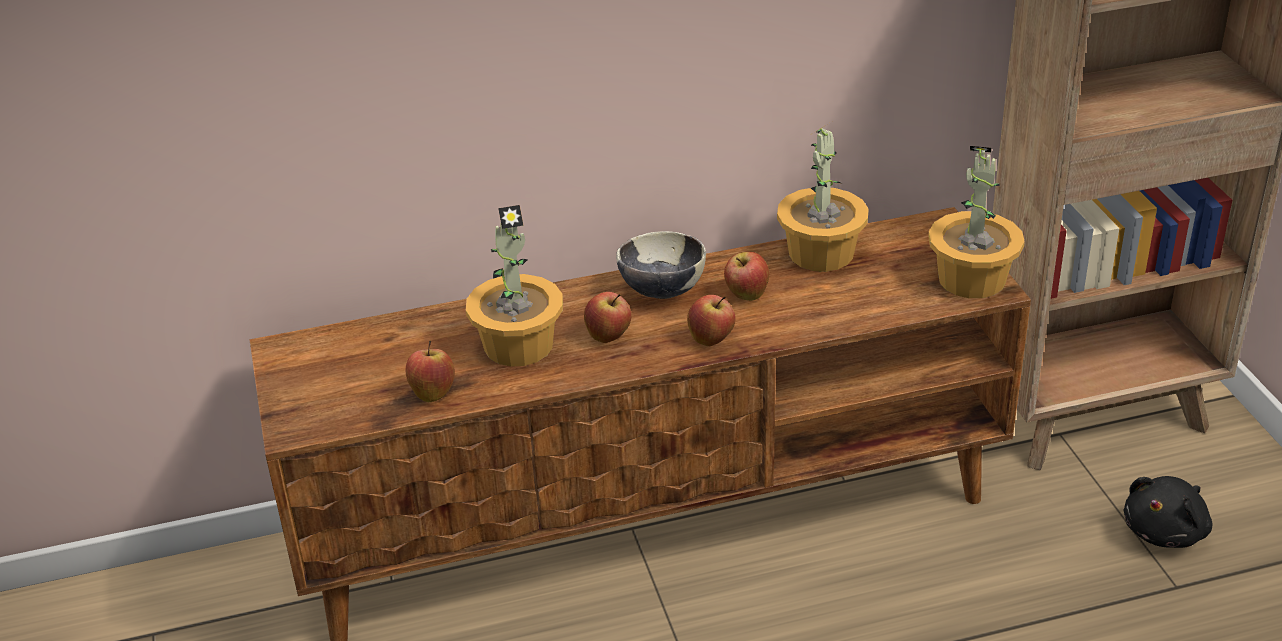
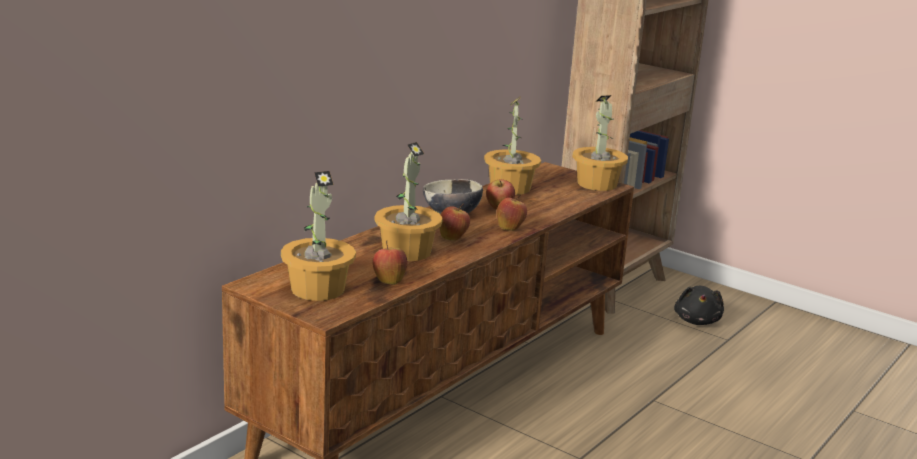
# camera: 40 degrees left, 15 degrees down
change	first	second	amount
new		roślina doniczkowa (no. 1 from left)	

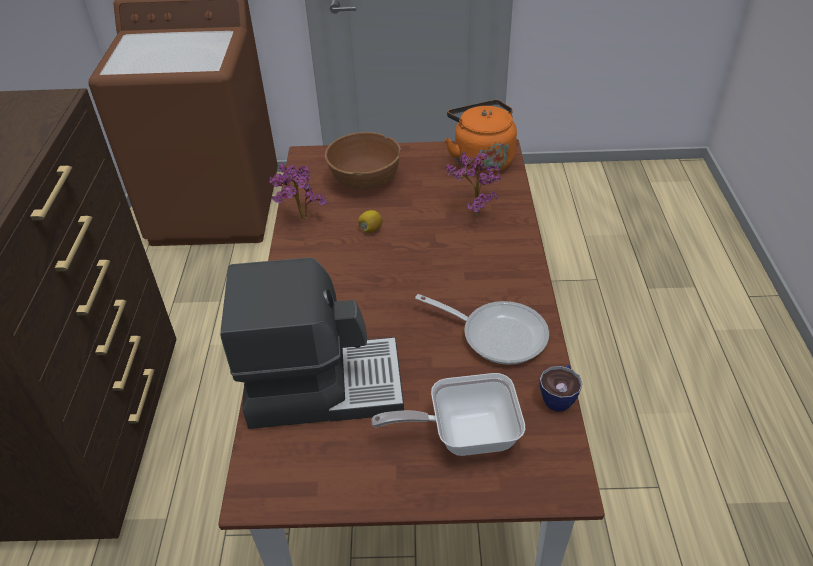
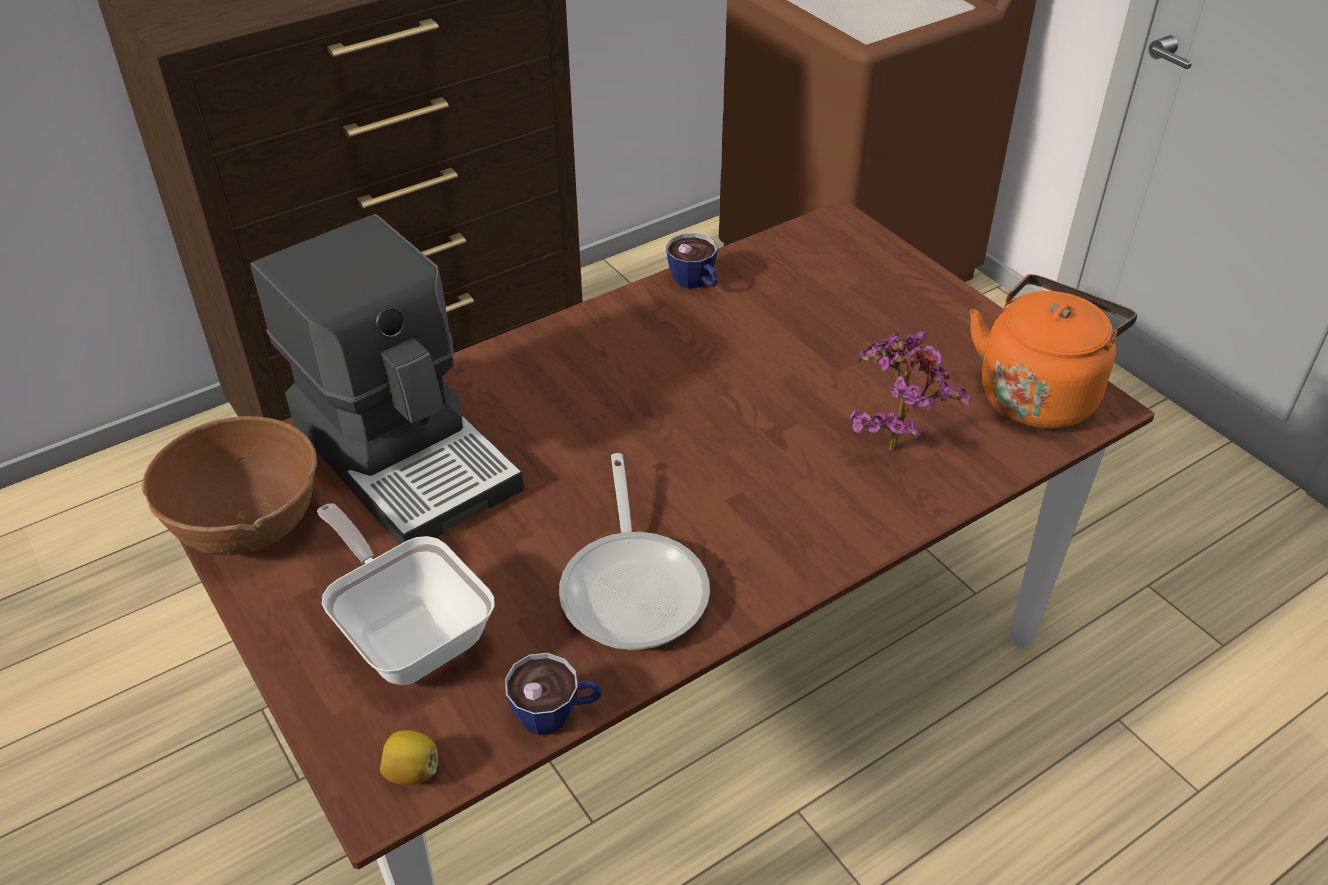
# camera: 55 degrees right, 0 degrees up
change	first	second	amount
swapped	roślina doniczkowa (no. 1 from left)	filiżanka (no. 2 from left)	
shifted	miska [brązowy]		
shifted	cytryna		

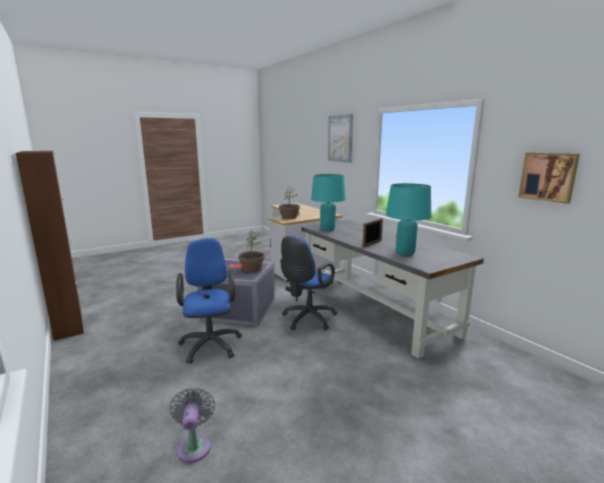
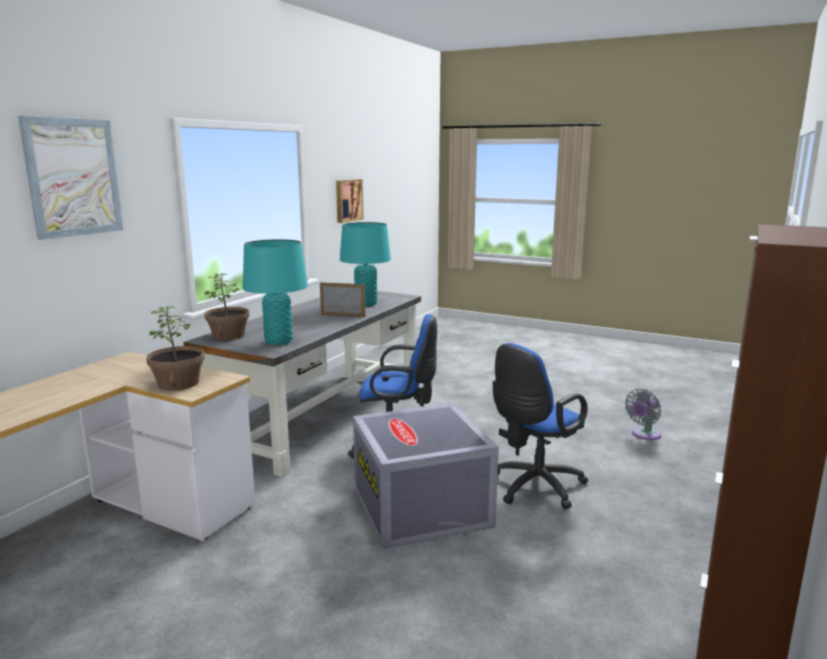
# camera: 120 degrees left, 0 degrees up
change	first	second	amount
shifted	roślina doniczkowa (no. 1 from left in the first image)	roślina doniczkowa (no. 2 from left)	

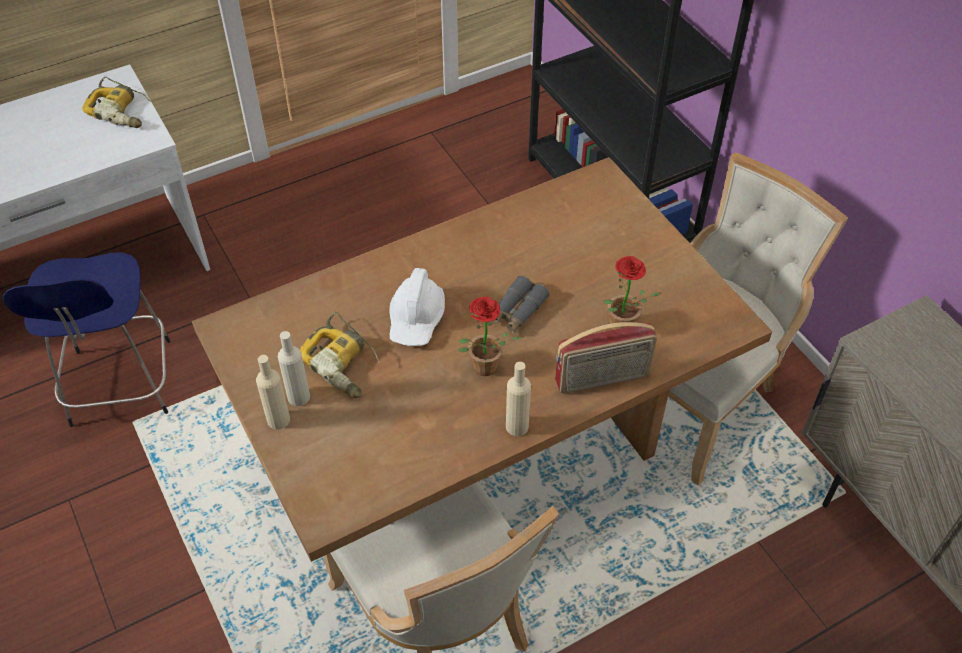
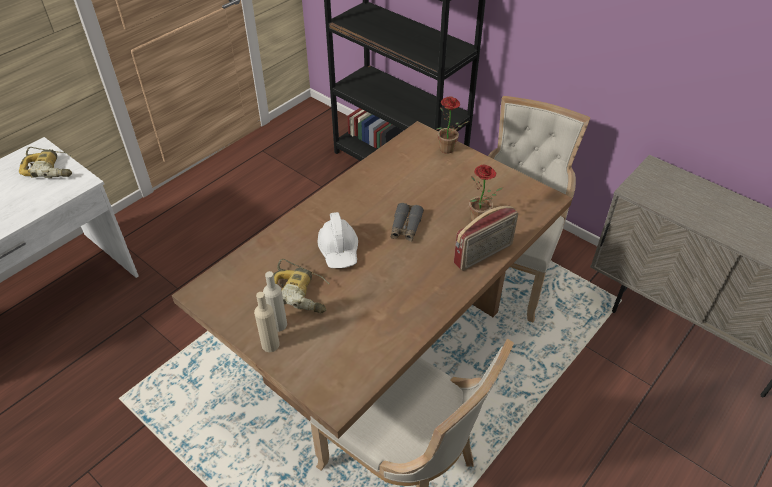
# camera: 20 degrees left, 5 degrees down
change	first	second	amount
gone	stołek [niebieski]		
shifted	roślina doniczkowa (no. 1 from left)		
gone	butelka [beżowy] (no. 3 from left)		

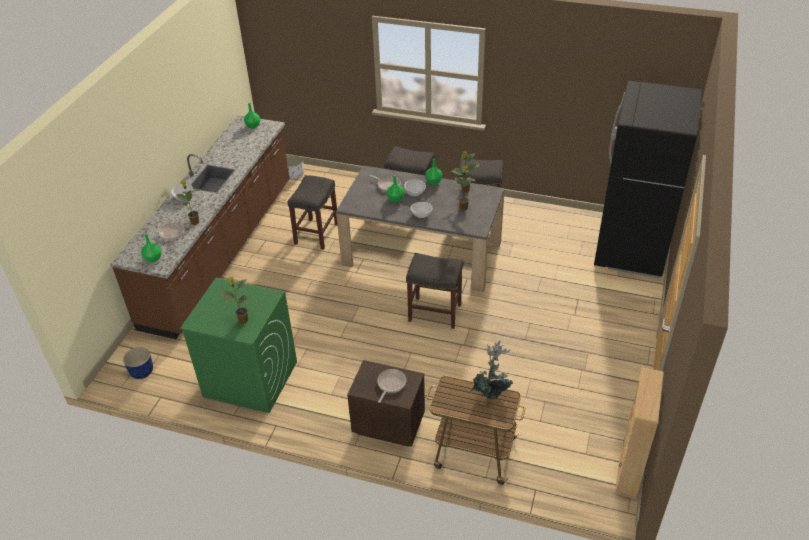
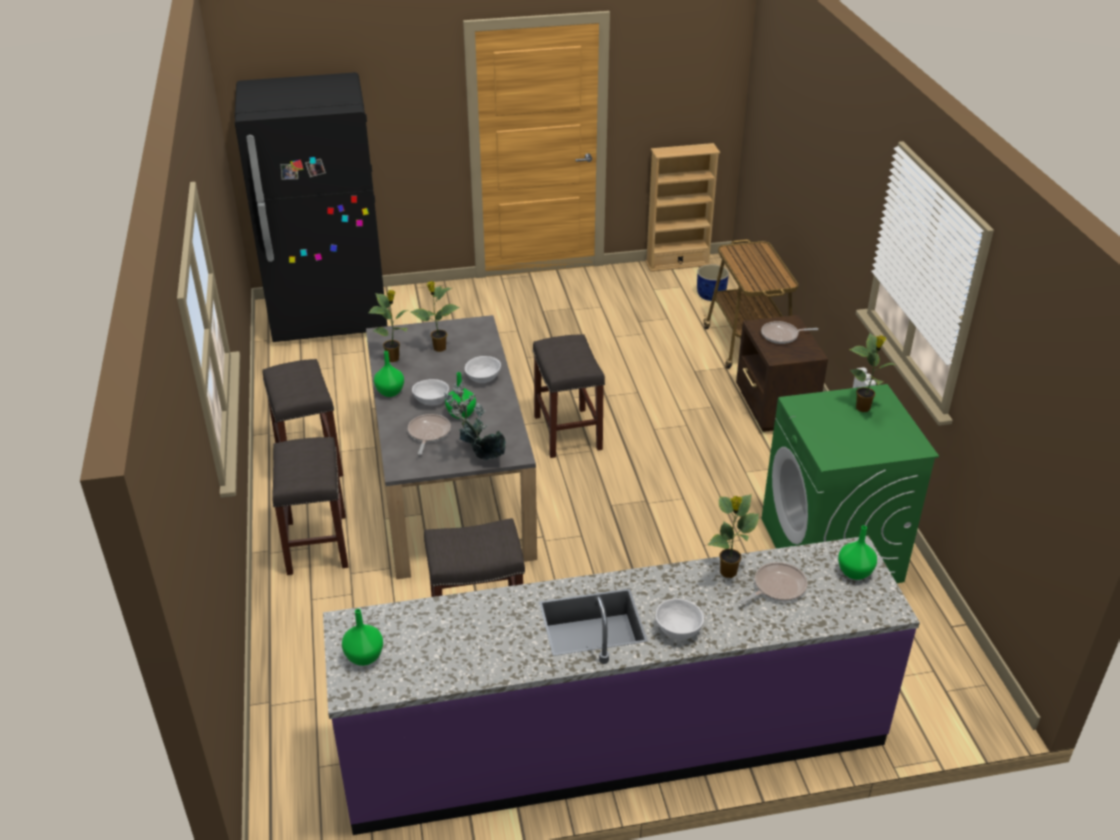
# camera: 120 degrees left, 5 degrees down
change	first	second	amount
repainted	zabudowa kuchenna [brązowy]	zabudowa kuchenna [fioletowy]	
shifted	donica [niebieski]		
gone	donica [biały]		
shifted	roślina doniczkowa (no. 5 from left in the first image)	roślina doniczkowa (no. 3 from left)	

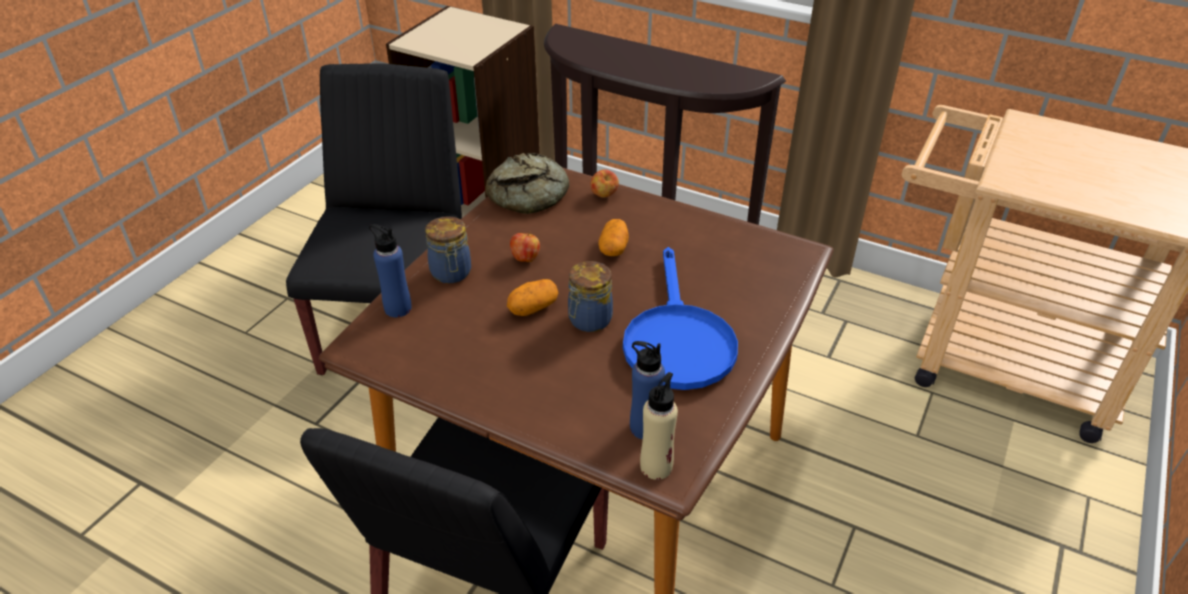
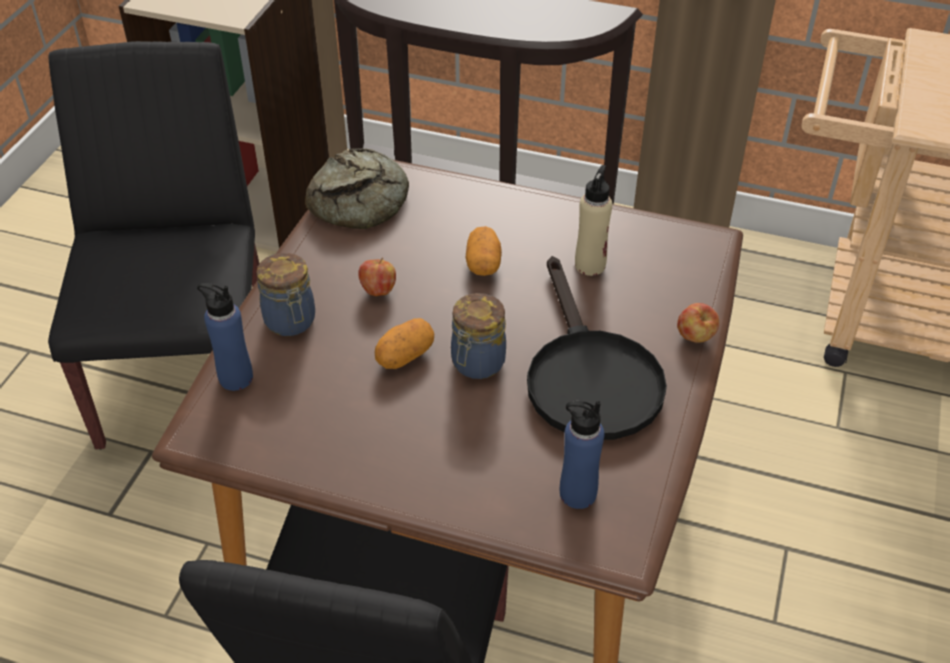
# camera: 10 degrees left, 5 degrees up
change	first	second	amount
shifted	jabłko (no. 2 from left)		
repainted	patelnia [niebieski]	patelnia [czarny]	
shifted	butelka [beżowy]		

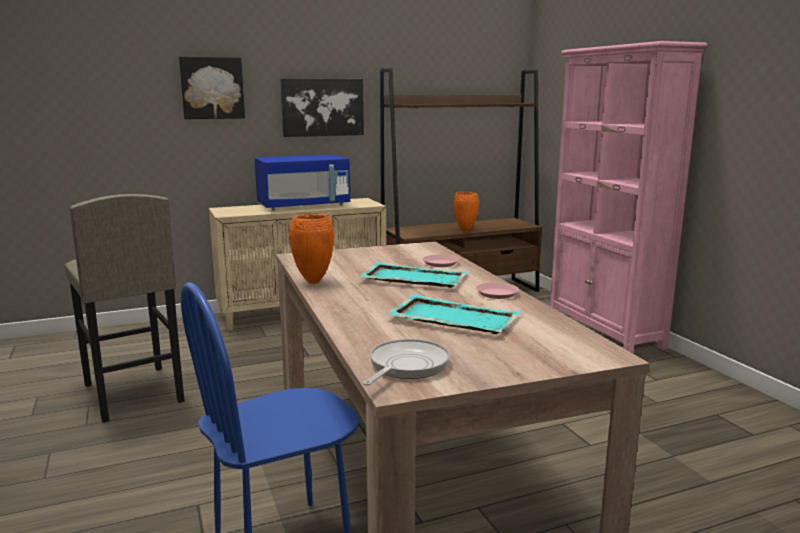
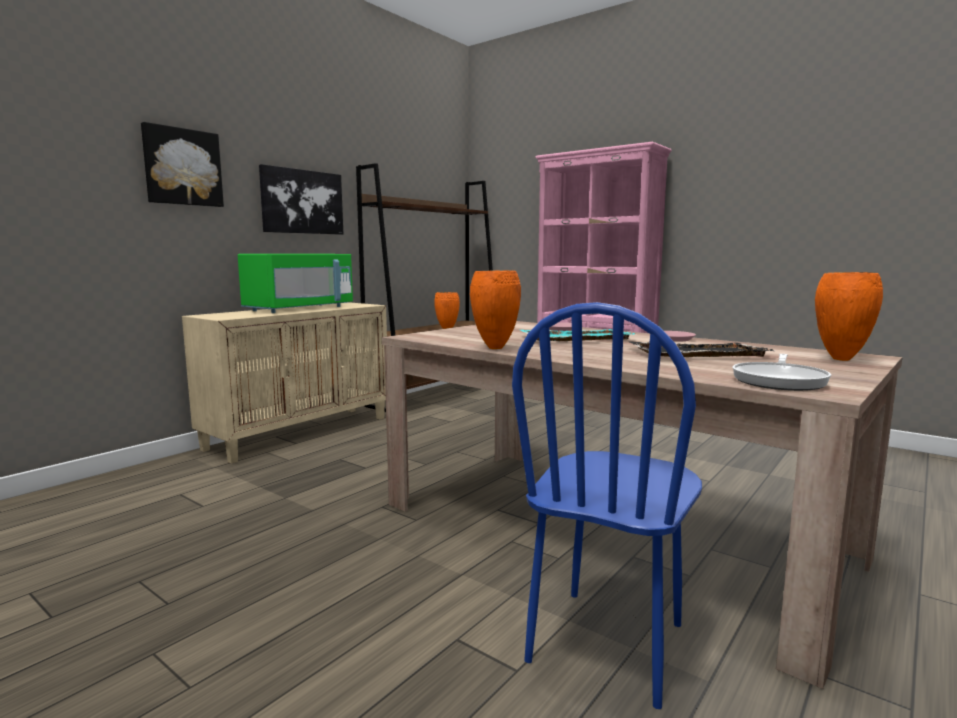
# camera: 30 degrees left, 5 degrees down
change	first	second	amount
gone	stołek [szary]		
repainted	mikrofalówka [niebieski]	mikrofalówka [zielony]	
rotated	patelnia		150 degrees counterclockwise
repainted	taca [turkusowy] (no. 2 from left)	taca [czarny]	
new		wazon [pomarańczowy] (no. 3 from left)	

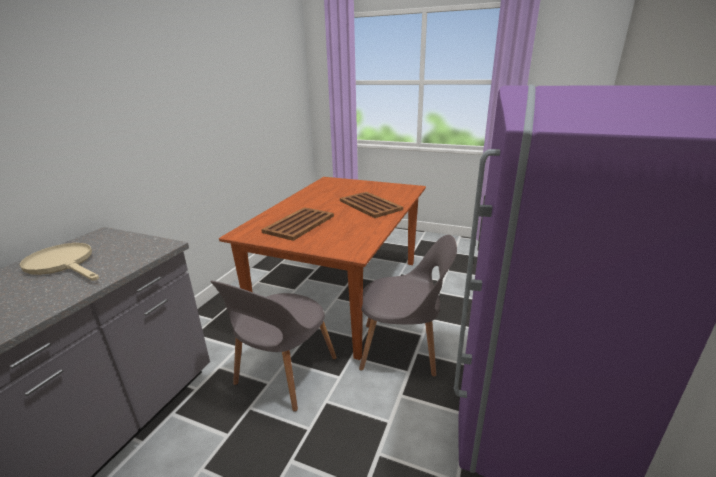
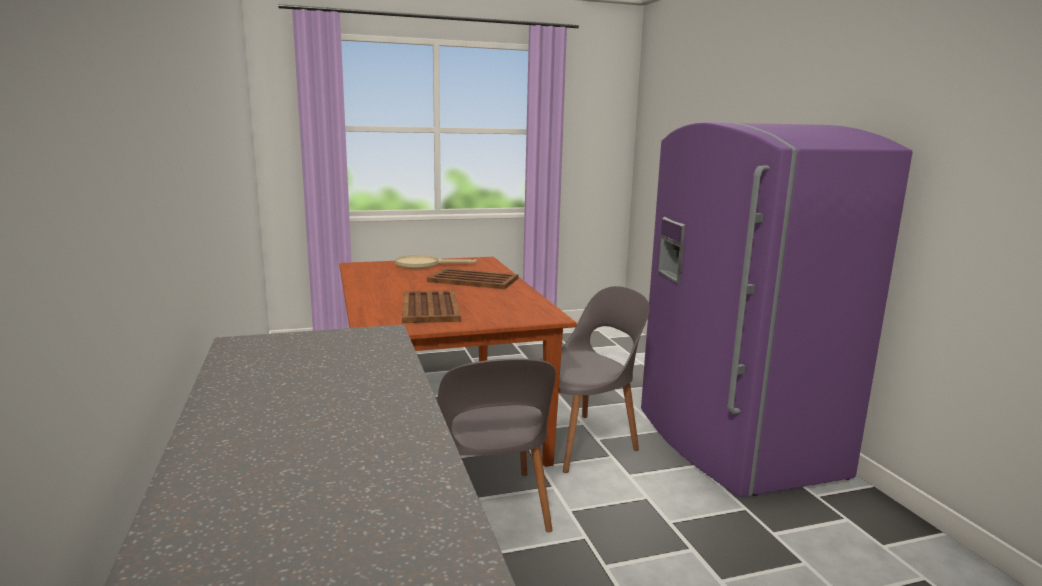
# camera: 40 degrees left, 10 degrees down
change	first	second	amount
shifted	patelnia [beżowy]		

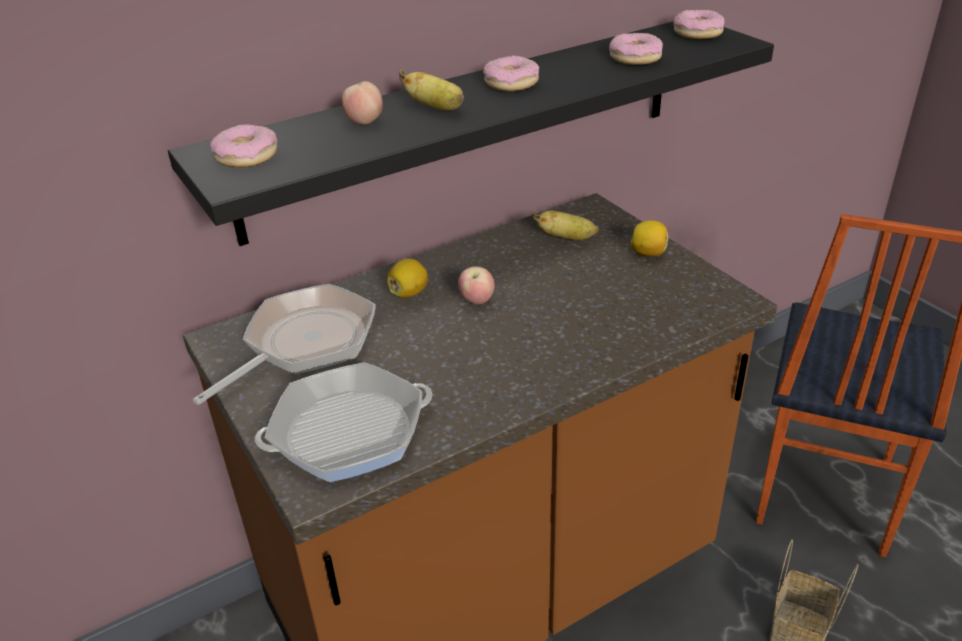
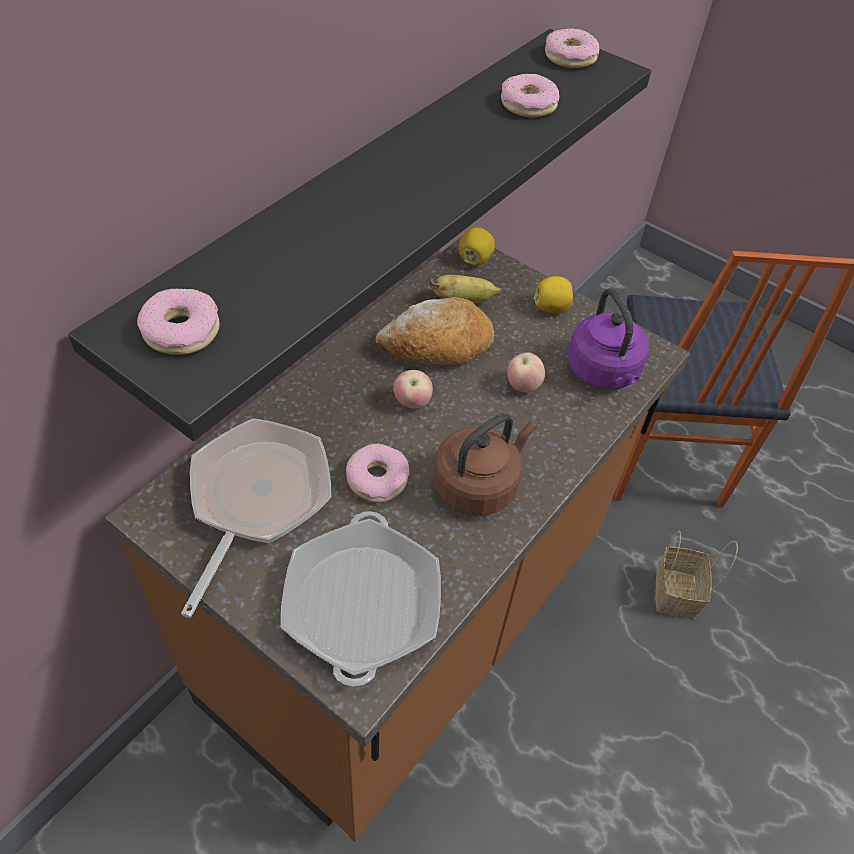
# camera: 25 degrees left, 15 degrees up
change	first	second	amount
rotated	patelnia (no. 2 from left)		135 degrees clockwise
shifted	jabłko (no. 1 from left in the first image)	jabłko (no. 2 from left)	
shifted	cytryna (no. 1 from left)		
gone	banan (no. 1 from left)		
shifted	donut (no. 2 from left)		
new		chleb	
new		czajnik [brązowy]	
new		czajnik [fioletowy]	

